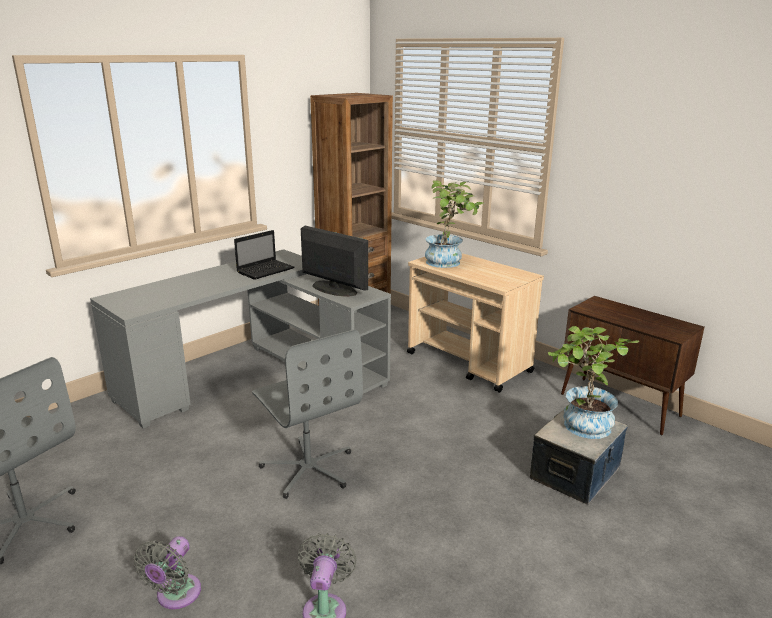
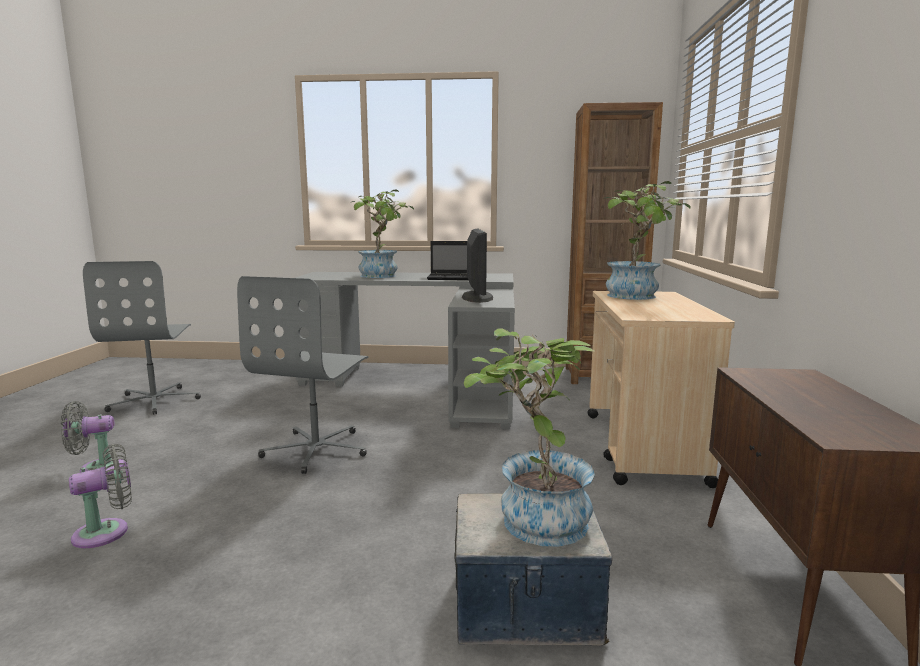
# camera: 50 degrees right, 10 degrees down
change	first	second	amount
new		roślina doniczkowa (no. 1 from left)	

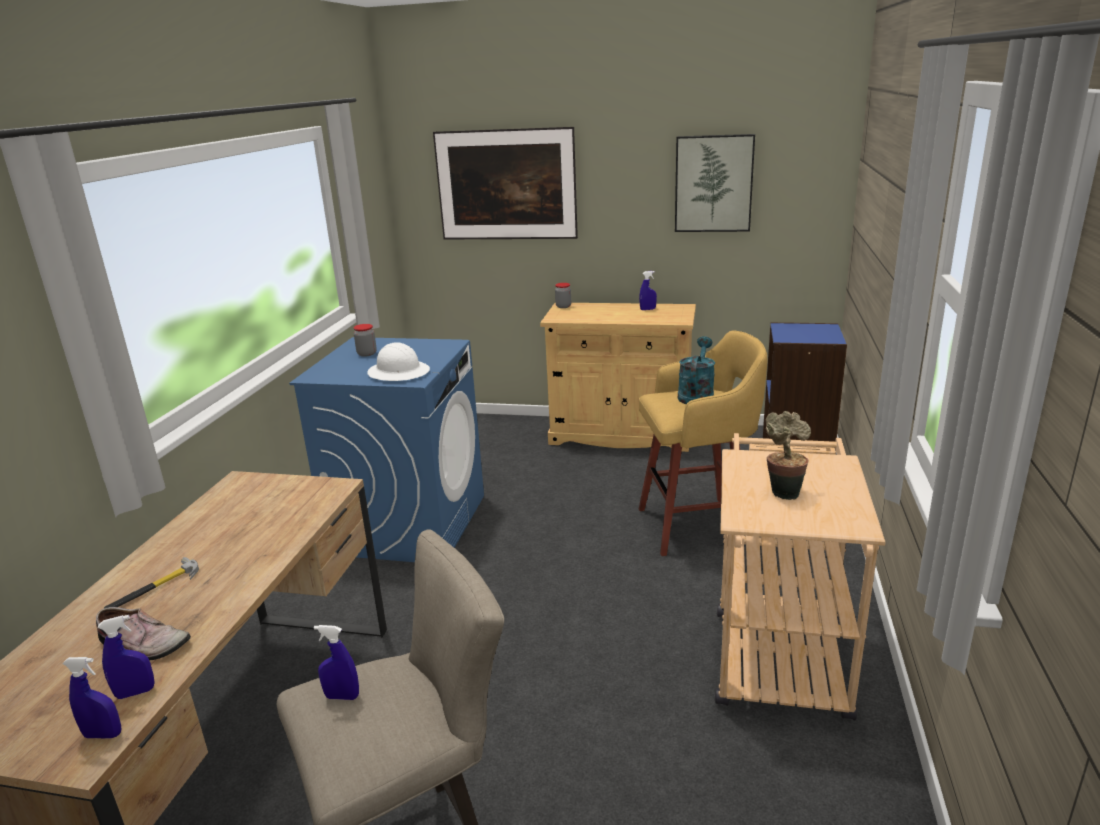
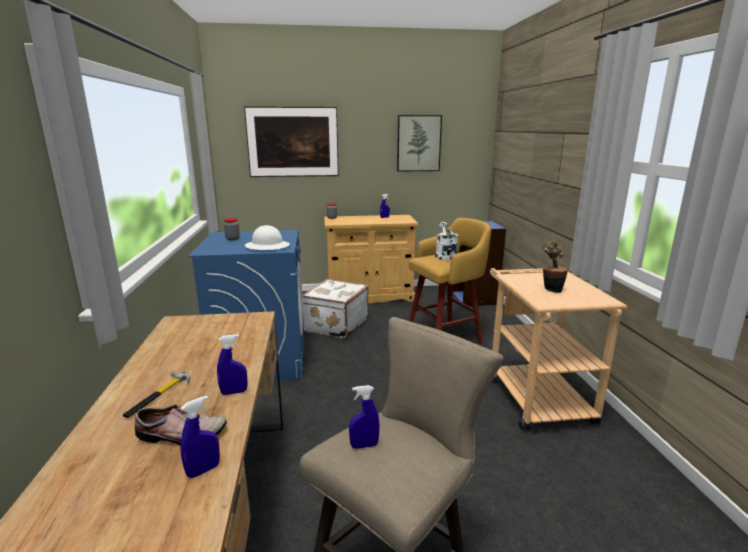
# camera: 20 degrees left, 5 degrees down
change	first	second	amount
shifted	spryskiwacz [niebieski] (no. 1 from left in the first image)	spryskiwacz [niebieski] (no. 2 from left)	
repainted	konewka [turkusowy]	konewka [biały]	
new		walizka [biały]	

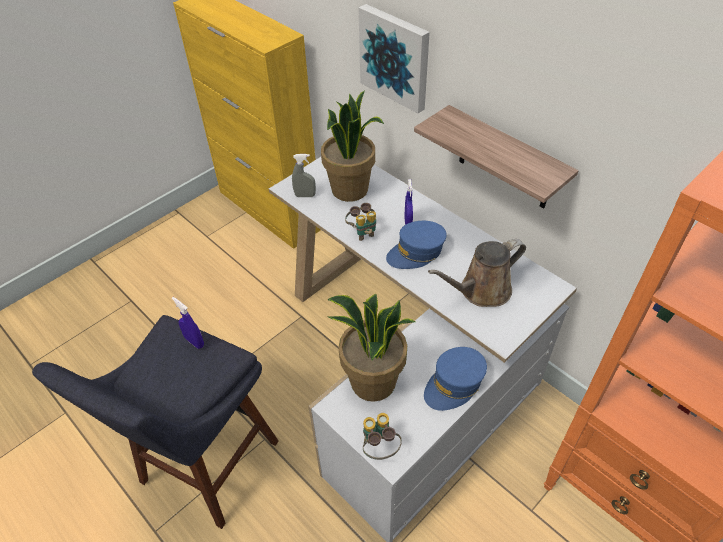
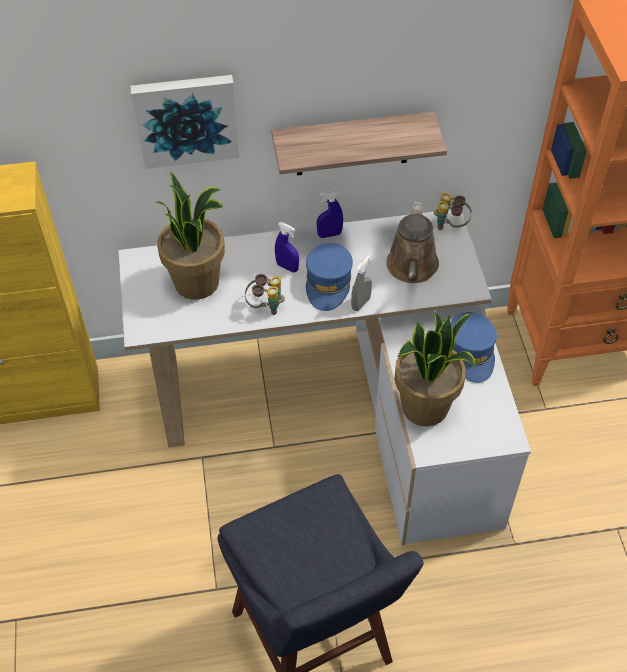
# camera: 55 degrees left, 5 degrees up
change	first	second	amount
shifted	spryskiwacz [niebieski] (no. 1 from left in the first image)	spryskiwacz [niebieski] (no. 2 from left)	
shifted	spryskiwacz [szary]		
shifted	lornetka (no. 2 from left)		

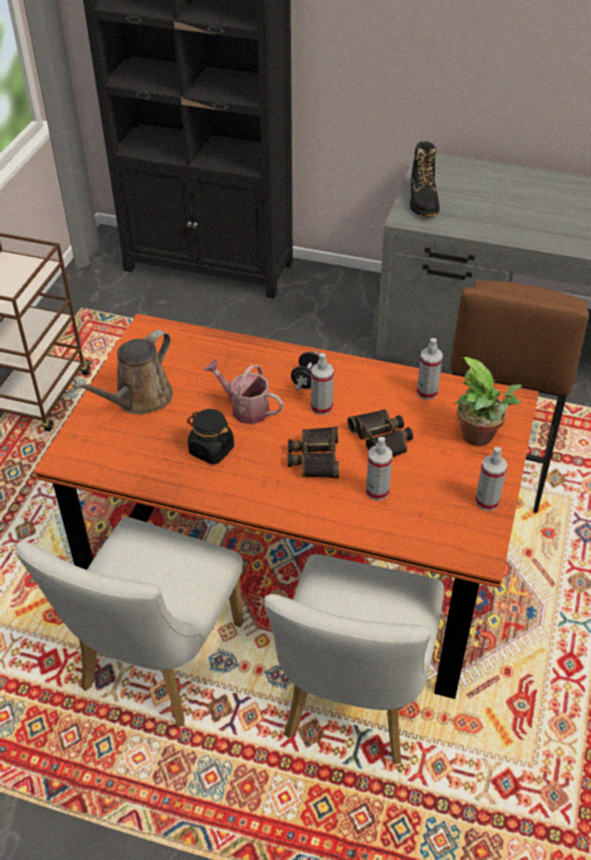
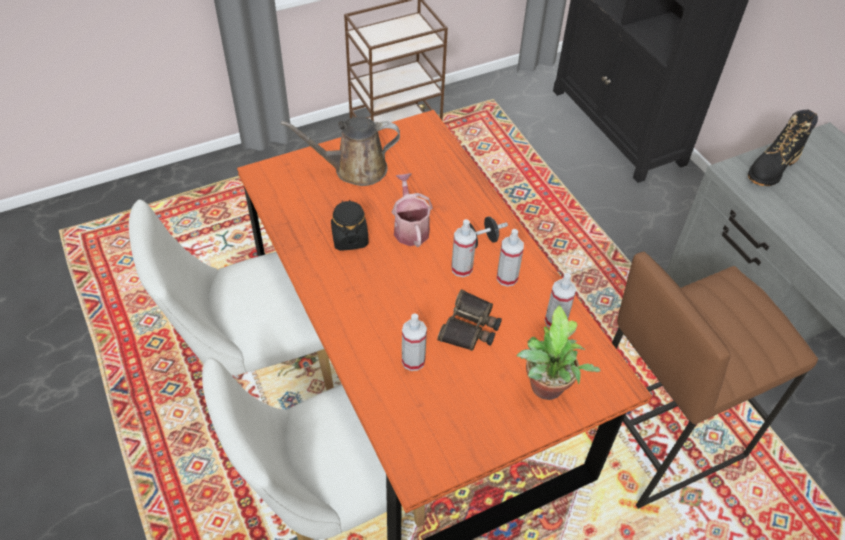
# camera: 45 degrees right, 5 degrees up
change	first	second	amount
gone	lornetka (no. 1 from left)		
shifted	spryskiwacz (no. 4 from left in the first image)	spryskiwacz (no. 3 from left)	

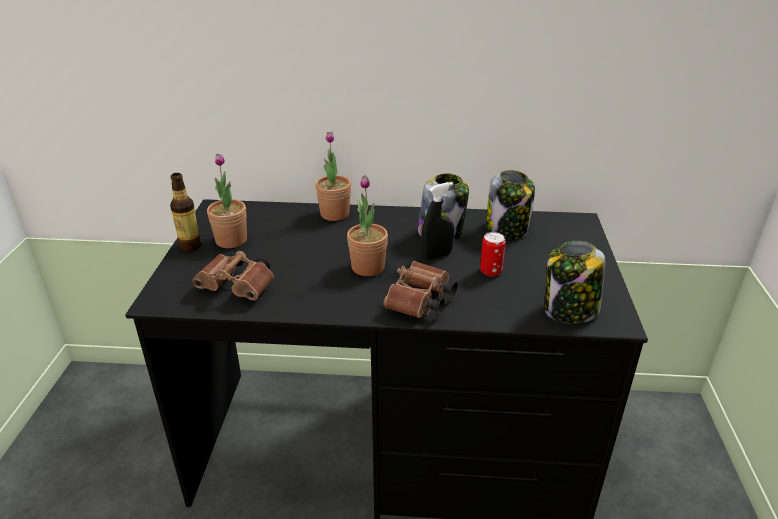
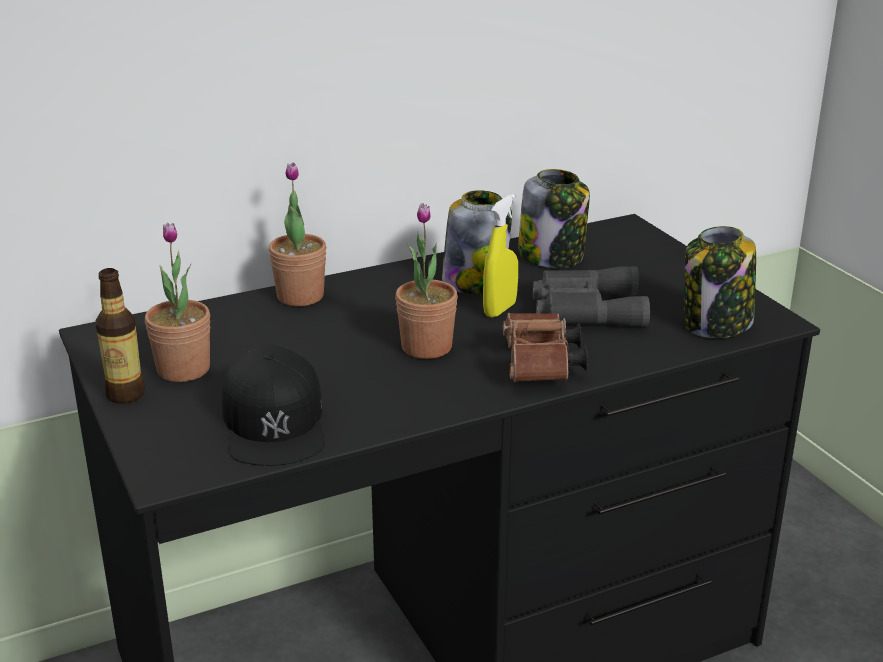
# camera: 30 degrees left, 5 degrees down
change	first	second	amount
swapped	lornetka [brązowy] (no. 1 from left)	czapka z daszkiem [czarny]	
repainted	spryskiwacz [czarny]	spryskiwacz [żółty]	
swapped	puszka	lornetka [szary]	

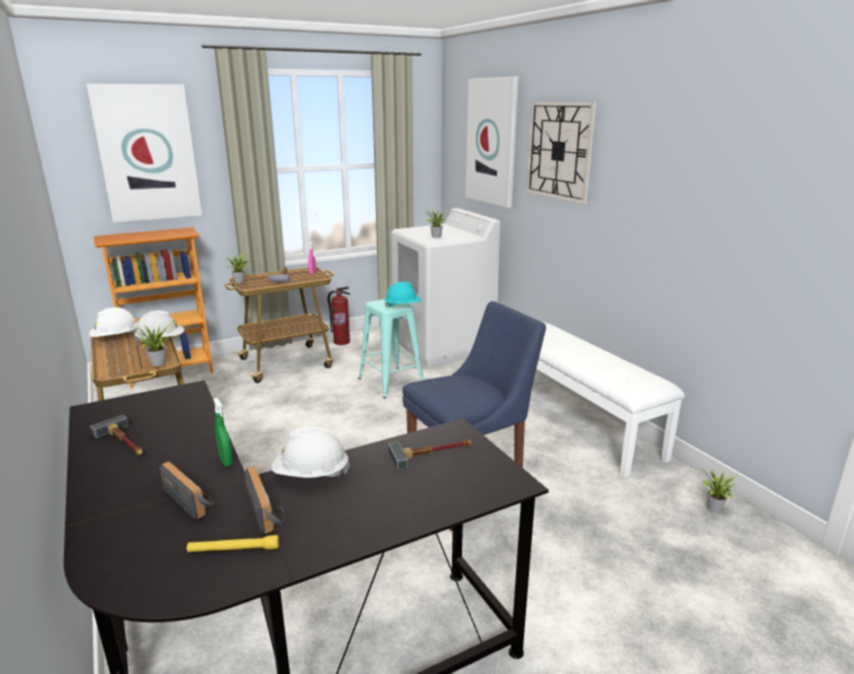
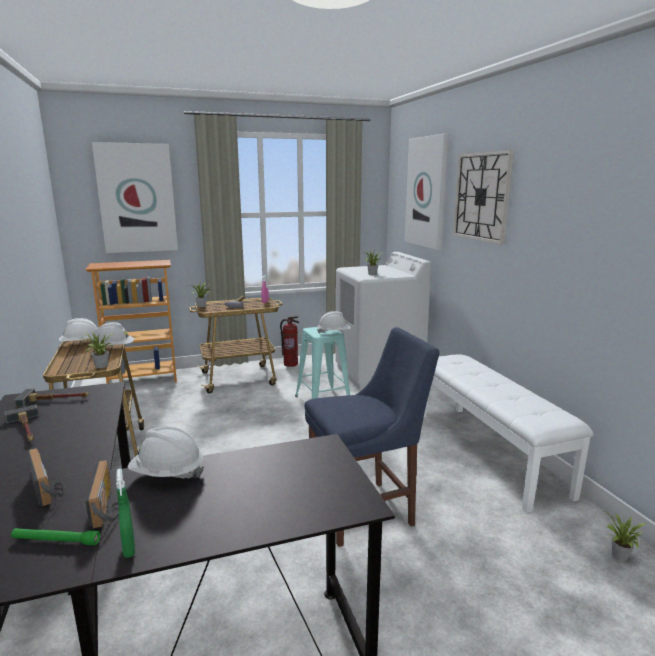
# camera: 10 degrees right, 5 degrees down
change	first	second	amount
repainted	latarka [żółty]	latarka [zielony]	
shifted	spryskiwacz [zielony]		
repainted	kask [turkusowy]	kask [biały] (no. 4 from left)	
shifted	młotek (no. 3 from left in the first image)	młotek (no. 2 from left)	

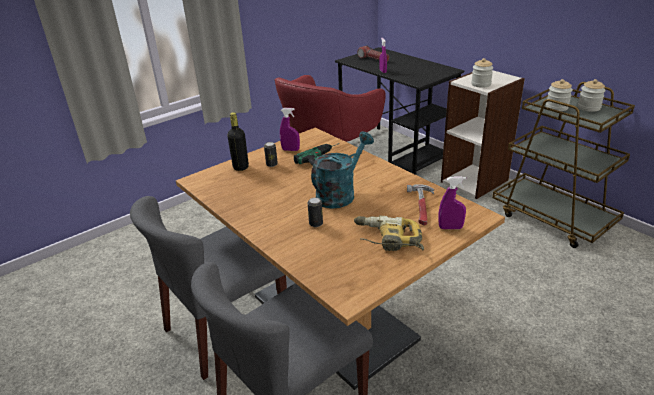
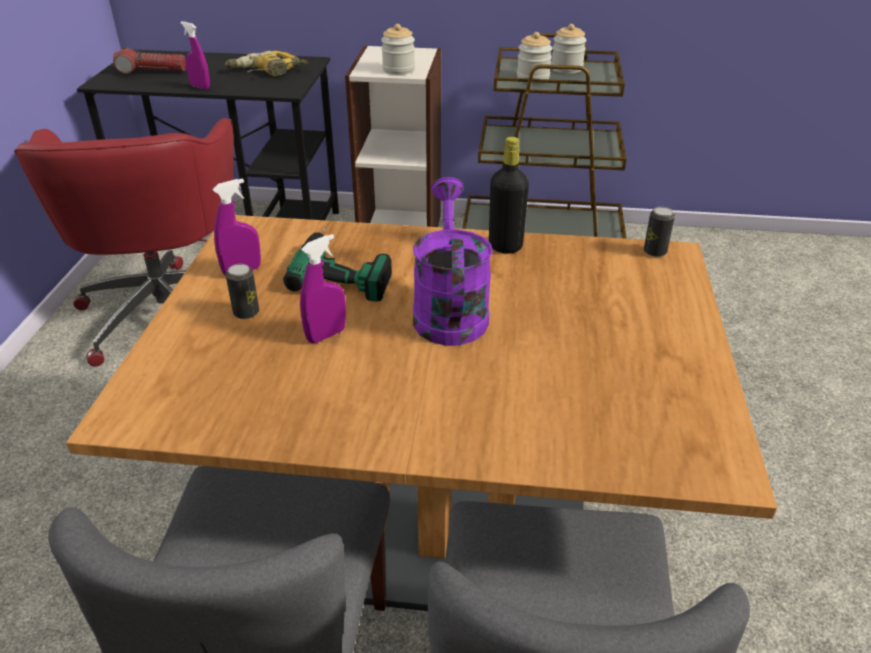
# camera: 45 degrees left, 5 degrees up
change	first	second	amount
shifted	butelka [czarny]		
shifted	puszka (no. 2 from left)		
repainted	konewka [turkusowy]	konewka [fioletowy]	
shifted	wiertarka (no. 2 from left in the first image)	wiertarka (no. 1 from left)	
gone	młotek		
shifted	spryskiwacz [fioletowy] (no. 3 from left)		

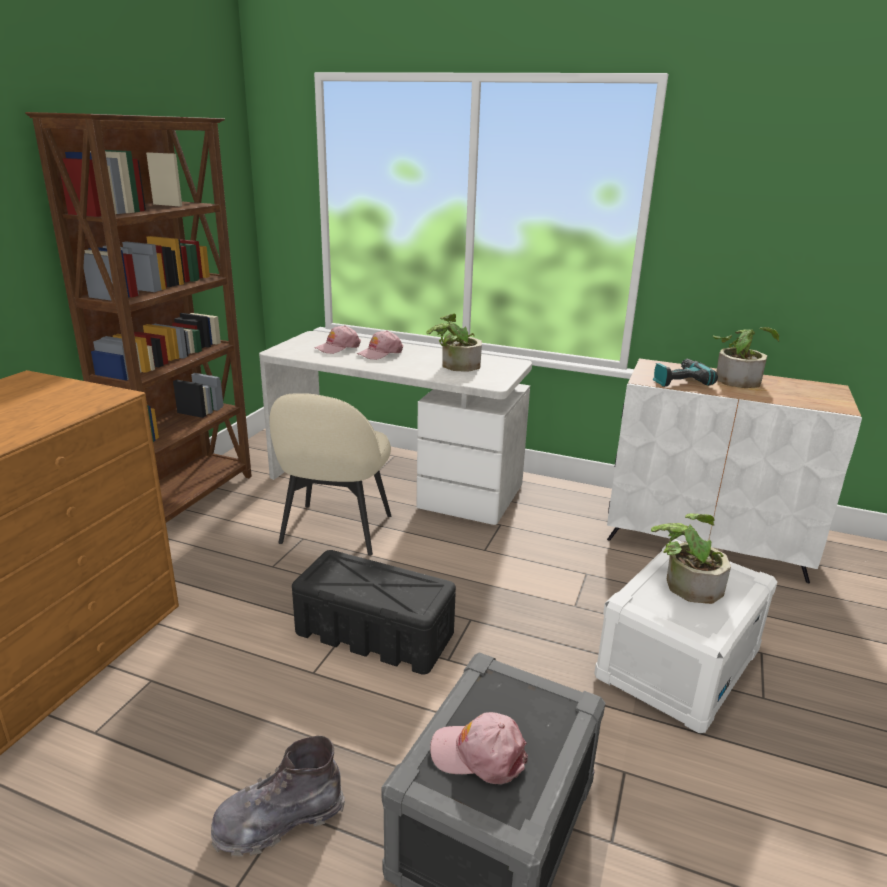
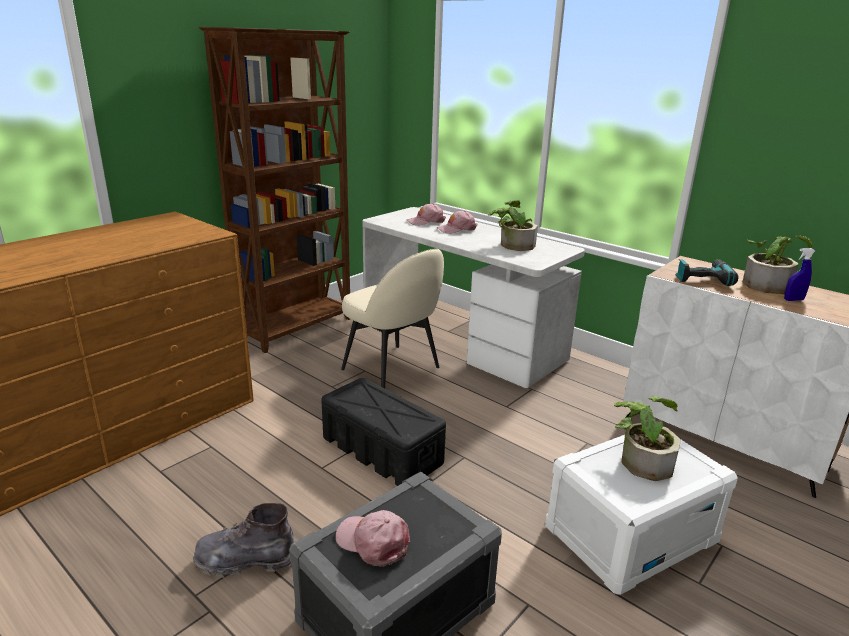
# camera: 20 degrees right, 0 degrees up
change	first	second	amount
rotated	krzesło [beżowy]		75 degrees counterclockwise
new		spryskiwacz [niebieski]	

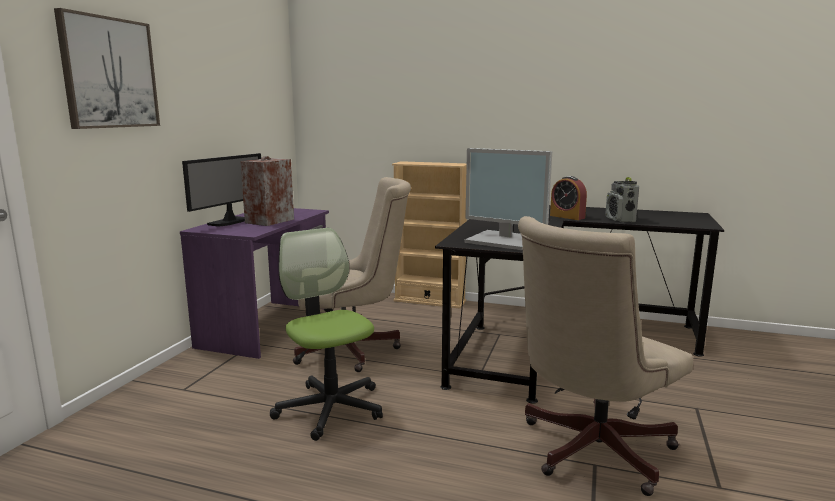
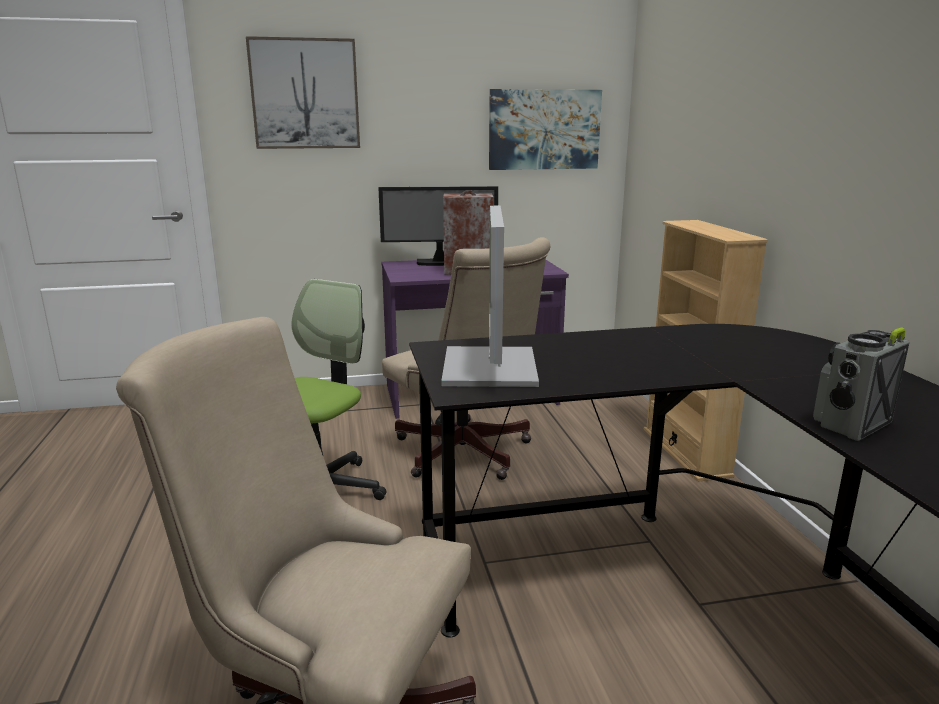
# camera: 60 degrees right, 5 degrees up
change	first	second	amount
gone	budzik		
new		obraz (no. 2 from left)	

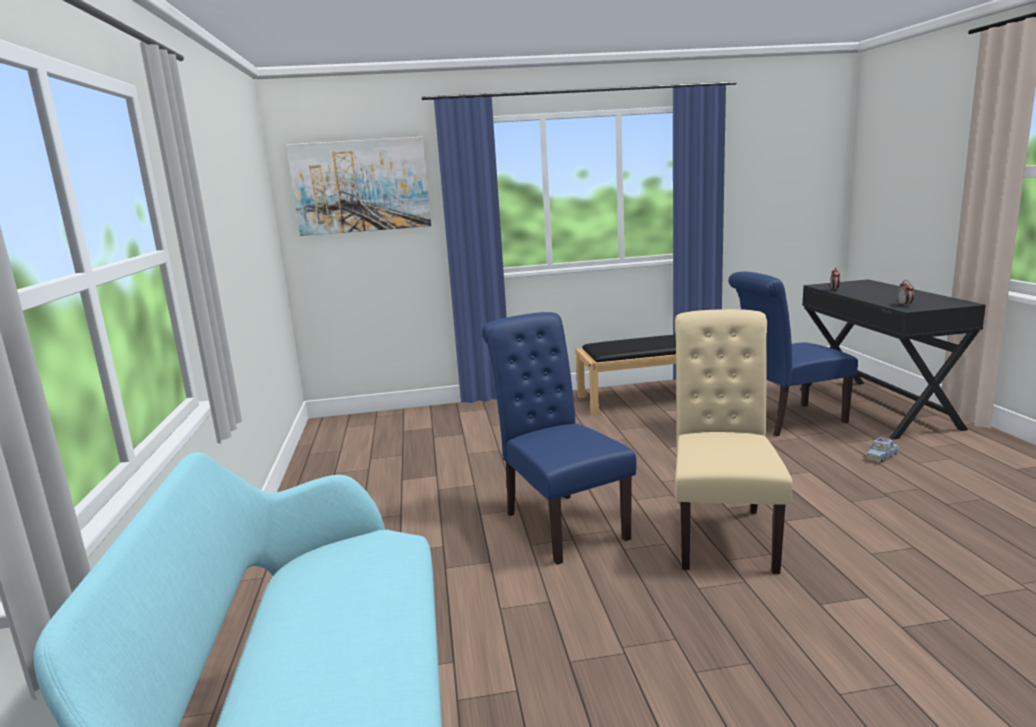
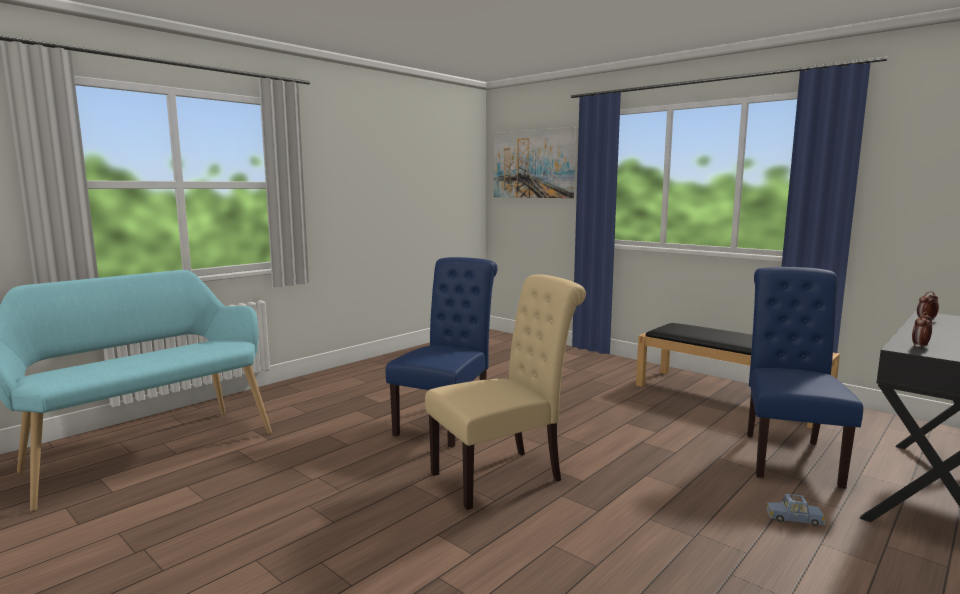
# camera: 50 degrees right, 5 degrees down
change	first	second	amount
rotated	krzesło [niebieski] (no. 2 from left)		75 degrees clockwise

